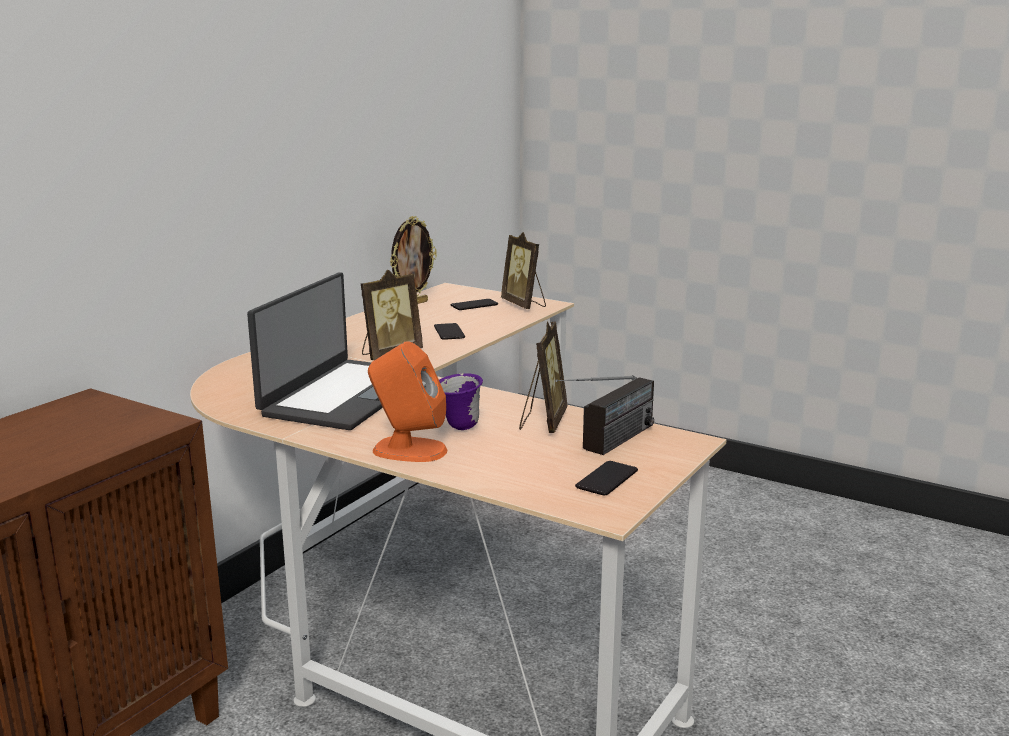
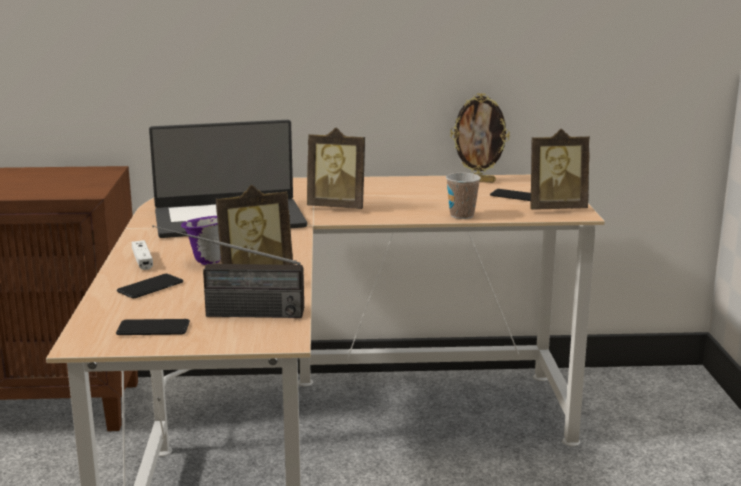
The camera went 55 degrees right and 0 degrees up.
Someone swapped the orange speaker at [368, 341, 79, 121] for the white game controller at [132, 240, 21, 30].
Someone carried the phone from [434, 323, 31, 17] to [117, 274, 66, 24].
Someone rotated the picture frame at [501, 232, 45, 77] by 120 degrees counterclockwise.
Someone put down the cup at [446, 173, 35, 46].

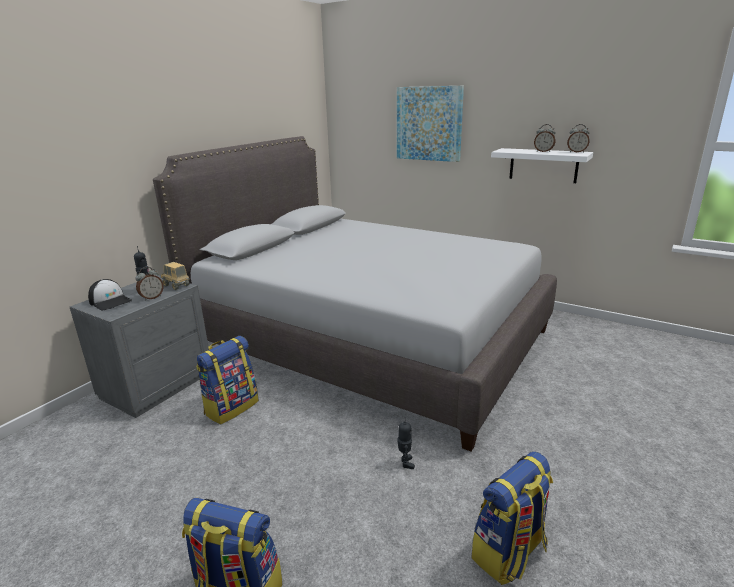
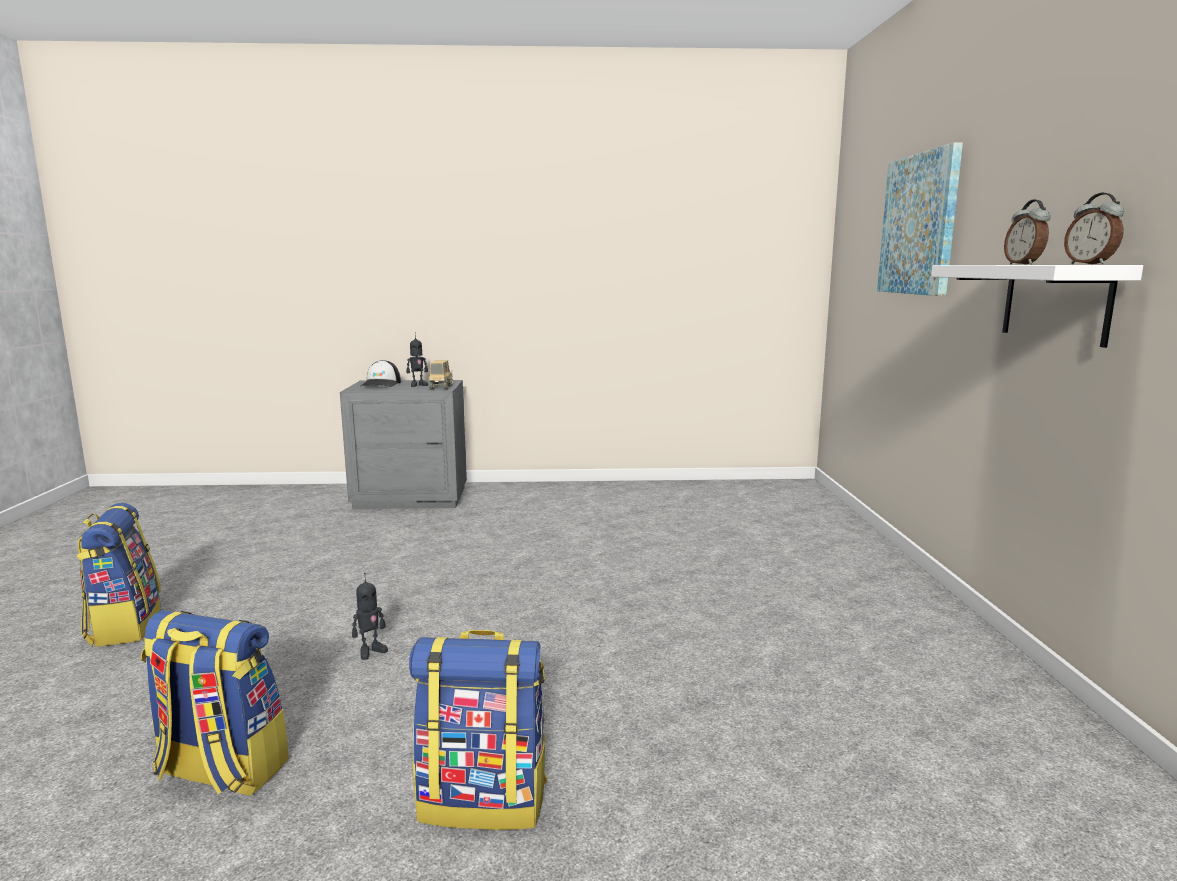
The camera went 55 degrees right and 10 degrees down.
Someone took away the alarm clock at [136, 267, 28, 34].
Someone took away the grey bed at [153, 136, 404, 315].
Someone carried the backpack from [196, 336, 63, 88] to [409, 630, 138, 200].

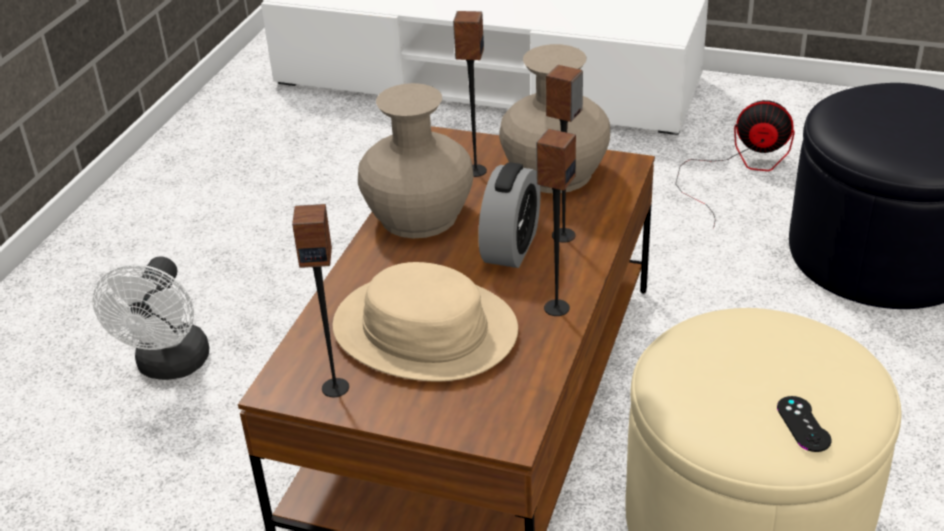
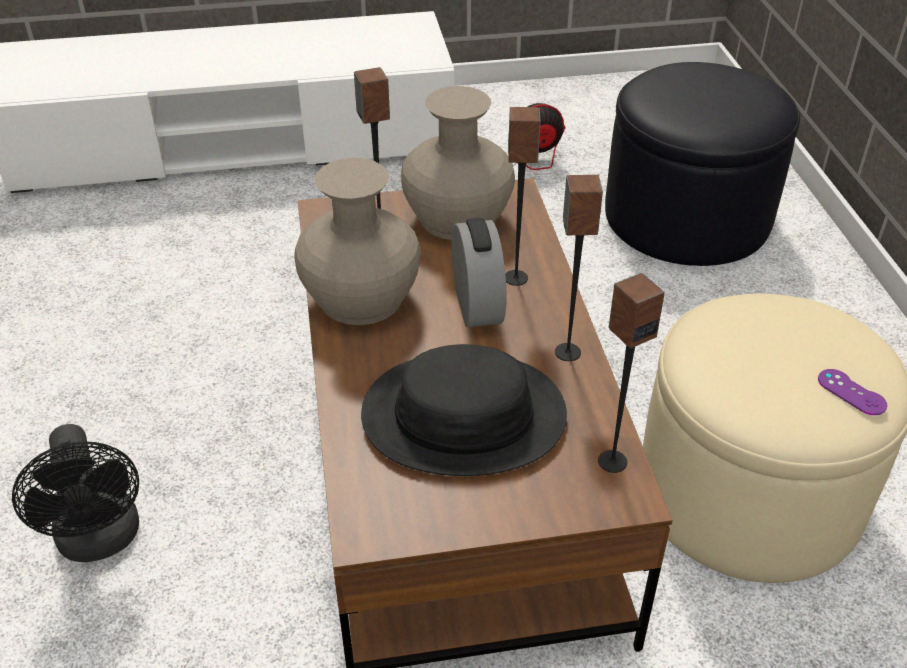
The camera went 30 degrees left and 5 degrees up.
Someone repainted the white fan at [92, 257, 117, 123], which became the black fan at [12, 424, 127, 138].
Someone carried the speaker from [292, 204, 57, 193] to [598, 273, 67, 200].
Someone repainted the beige hat at [333, 262, 185, 119], which became the black hat at [361, 344, 206, 132].
Someone repainted the black game controller at [777, 396, 55, 56], which became the purple game controller at [818, 369, 69, 46].

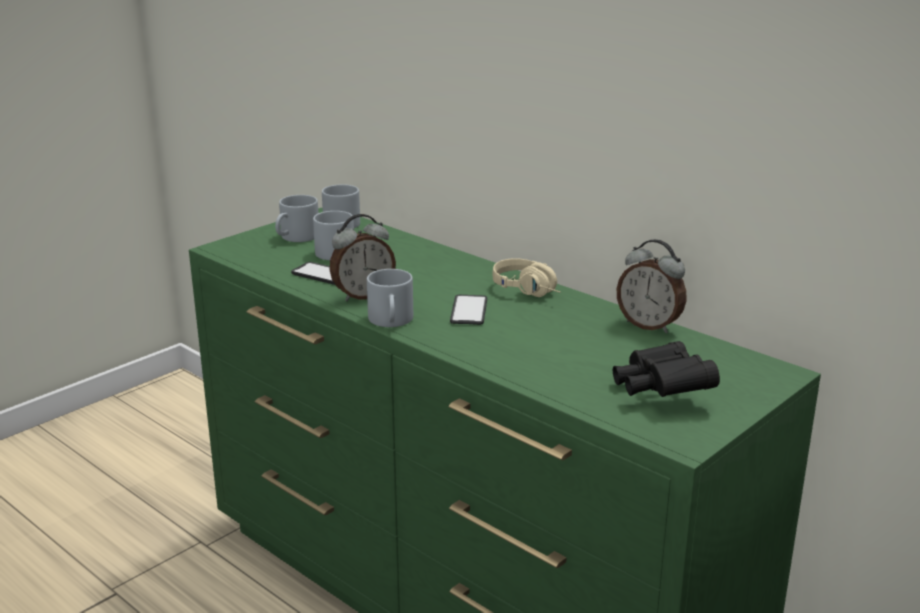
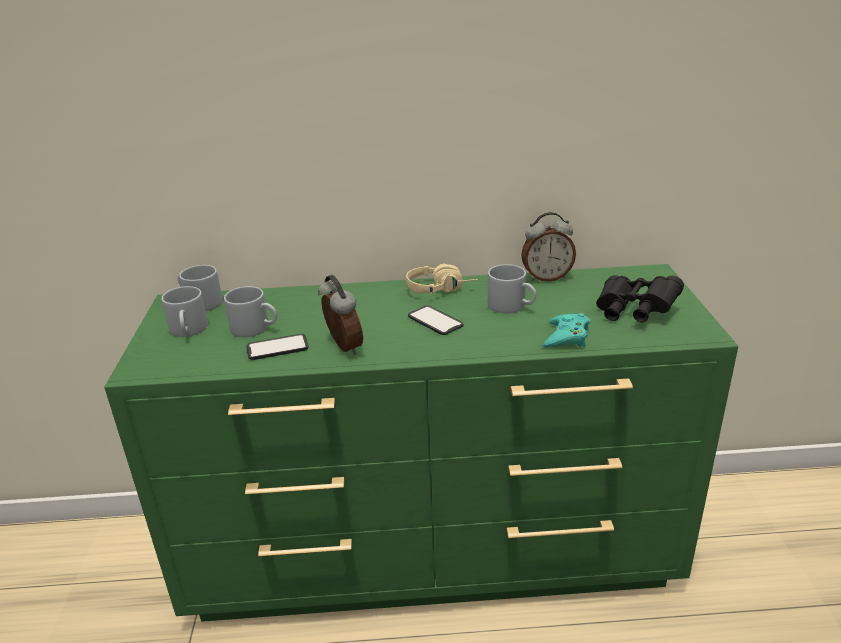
The camera went 45 degrees left and 5 degrees up.
Someone rotated the alarm clock at [330, 214, 66, 87] by 45 degrees counterclockwise.
Someone carried the grey mug from [367, 269, 46, 58] to [488, 264, 48, 50].
Someone put down the turquoise game controller at [543, 313, 47, 35].

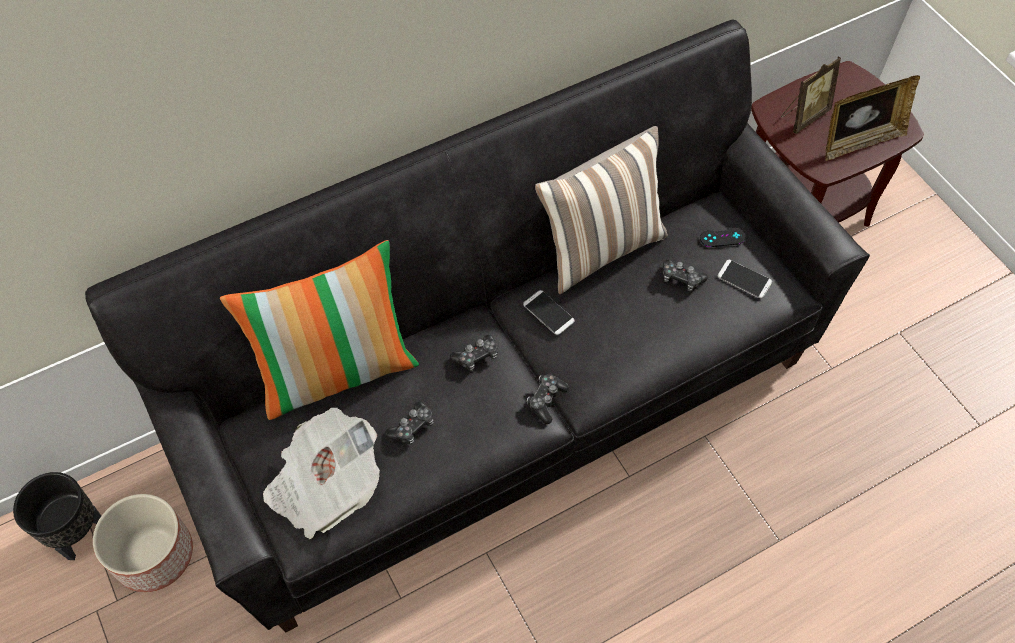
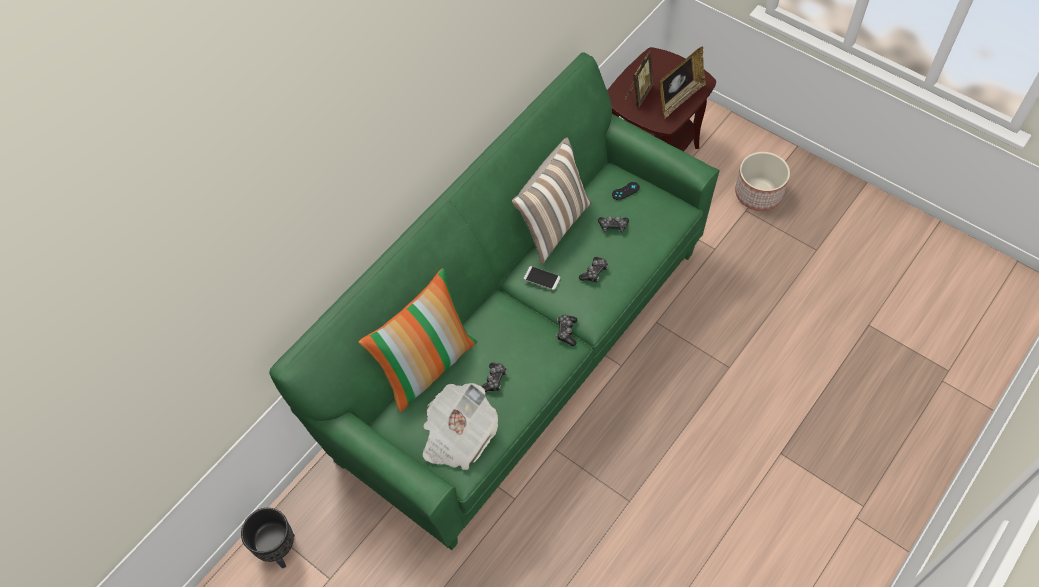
The camera went 20 degrees left and 0 degrees up.
Someone repainted the black sofa at [85, 19, 785, 613], which became the green sofa at [269, 52, 450, 498].
Someone carried the planter from [93, 494, 100, 98] to [735, 152, 55, 59].
Someone carried the game controller from [450, 334, 47, 37] to [579, 257, 29, 25].
Someone took away the phone at [718, 260, 54, 38].

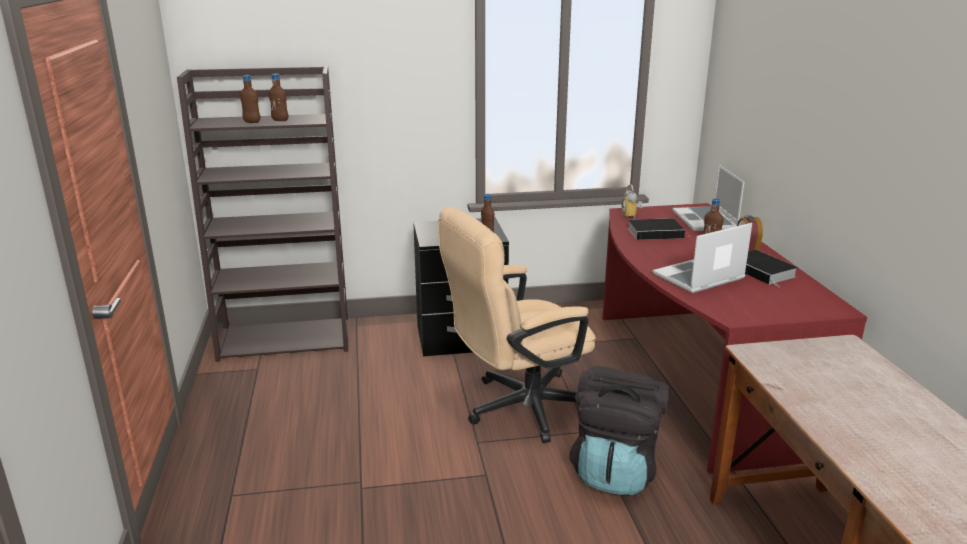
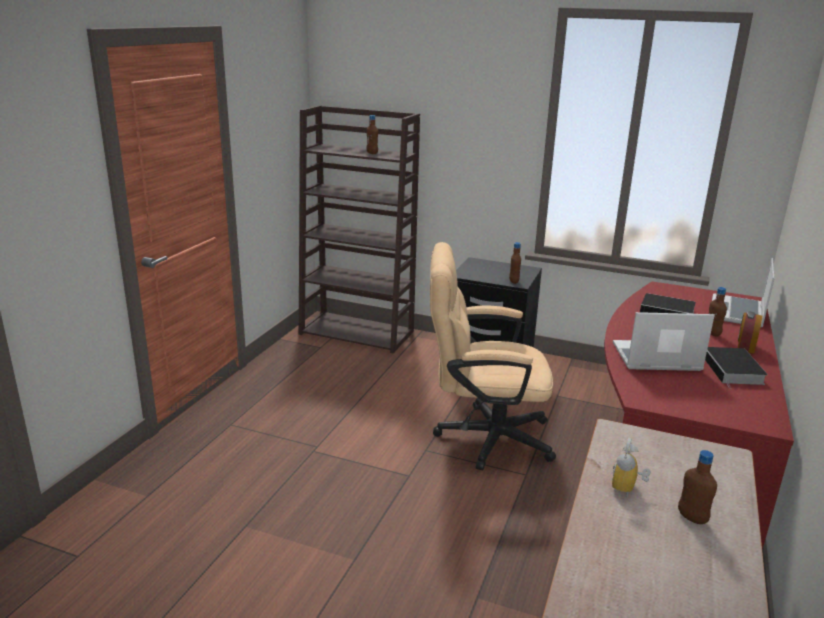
The camera went 30 degrees right and 0 degrees up.
Someone carried the brown bottle from [240, 75, 20, 48] to [678, 450, 39, 74].
Someone took away the black backpack at [569, 366, 101, 129].
Someone carried the alarm clock from [621, 184, 21, 35] to [612, 438, 39, 59].

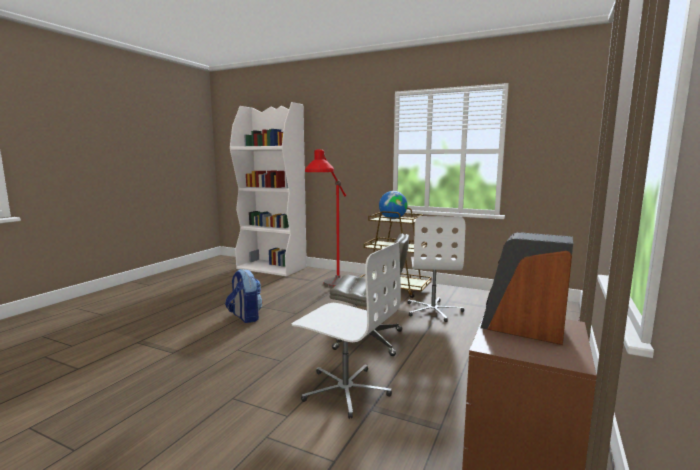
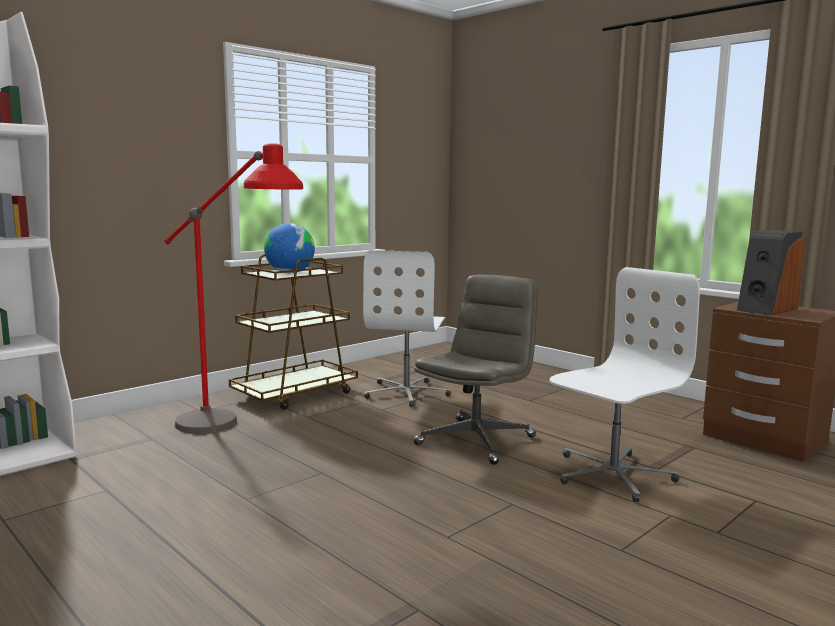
The camera went 70 degrees left and 0 degrees up.
Someone took away the backpack at [225, 269, 37, 54].
Someone rotated the white office chair at [407, 216, 58, 106] by 75 degrees clockwise.

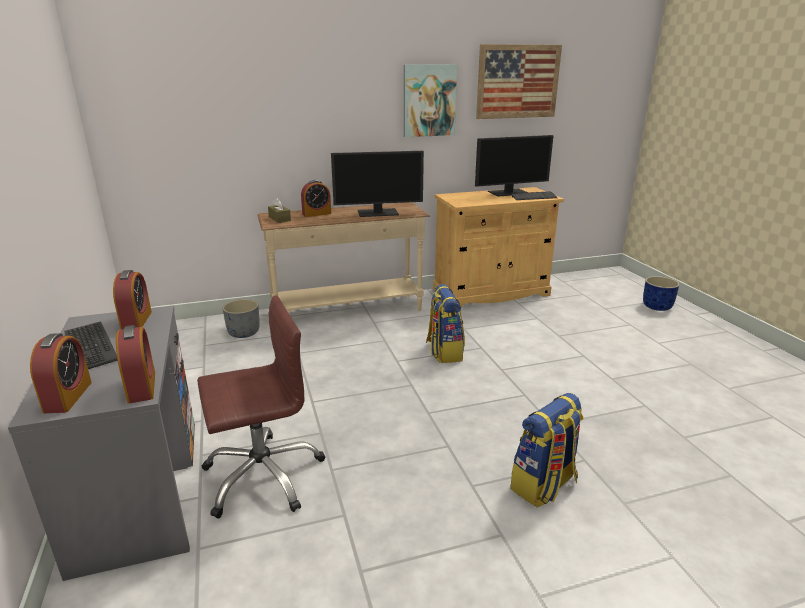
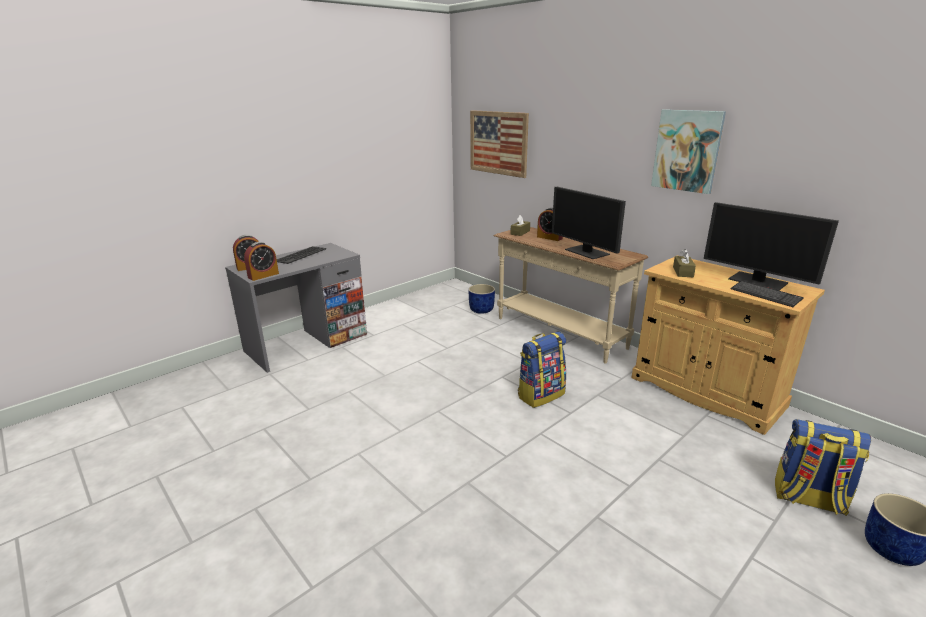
The camera went 65 degrees right and 0 degrees up.
Someone took away the alarm clock at [113, 270, 39, 60].
Someone took away the brown office chair at [197, 295, 128, 224].
Someone repainted the grey planter at [223, 299, 37, 39], which became the blue planter at [468, 284, 27, 30].
Someone carried the picture from [476, 44, 86, 75] to [470, 110, 59, 68].
Someone carried the backpack from [510, 393, 74, 114] to [775, 419, 96, 97].
Someone put down the brown tissue box at [673, 249, 23, 28].

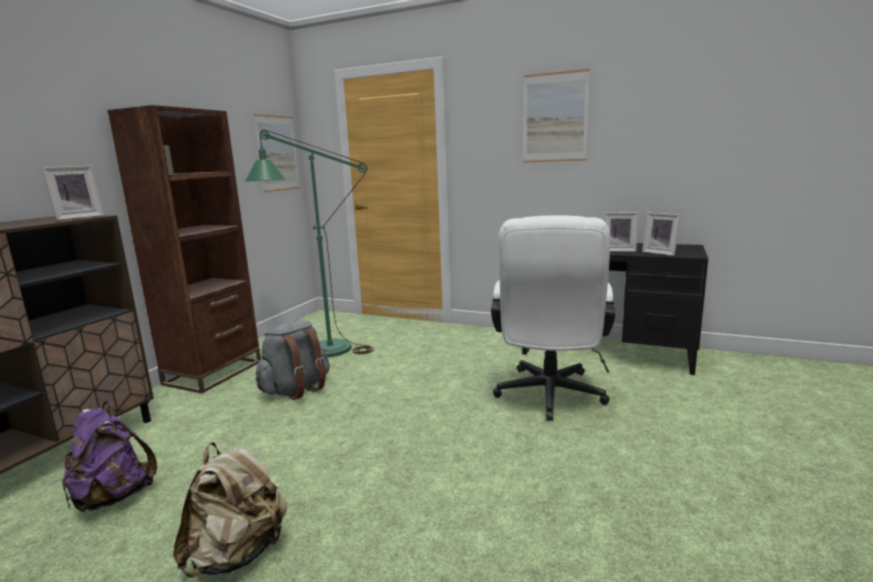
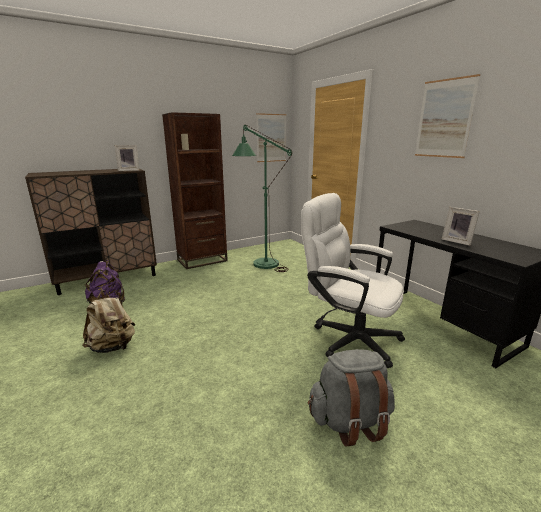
The camera went 35 degrees right and 5 degrees up.
Someone carried the grey backpack from [255, 321, 75, 79] to [308, 349, 87, 98].
Someone rotated the white office chair at [491, 215, 124, 206] by 75 degrees clockwise.
Someone took away the picture frame at [642, 213, 39, 43].

